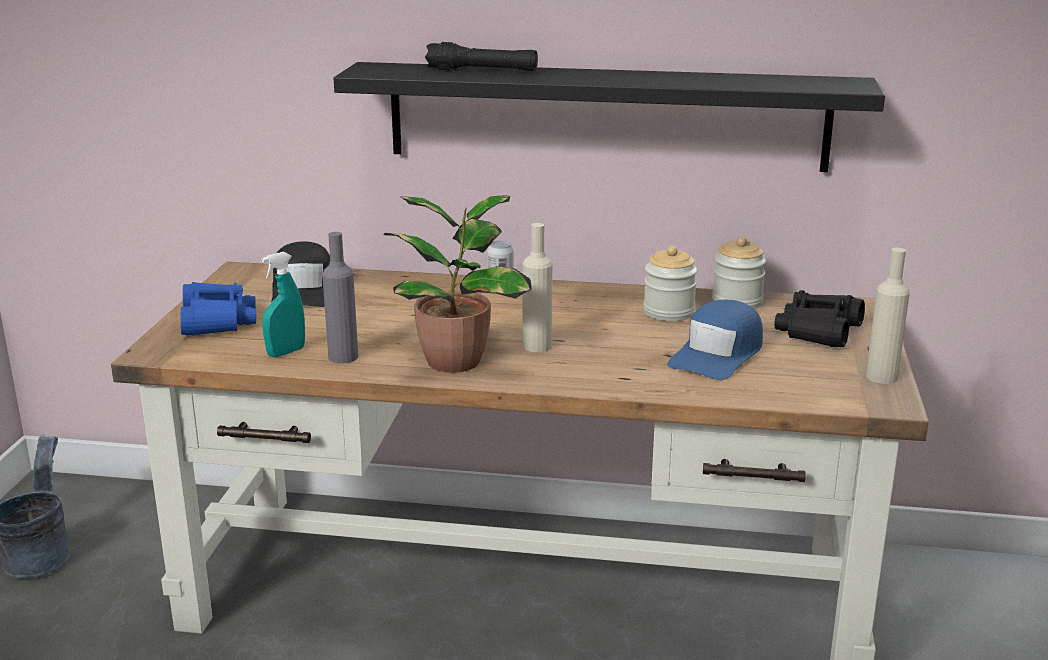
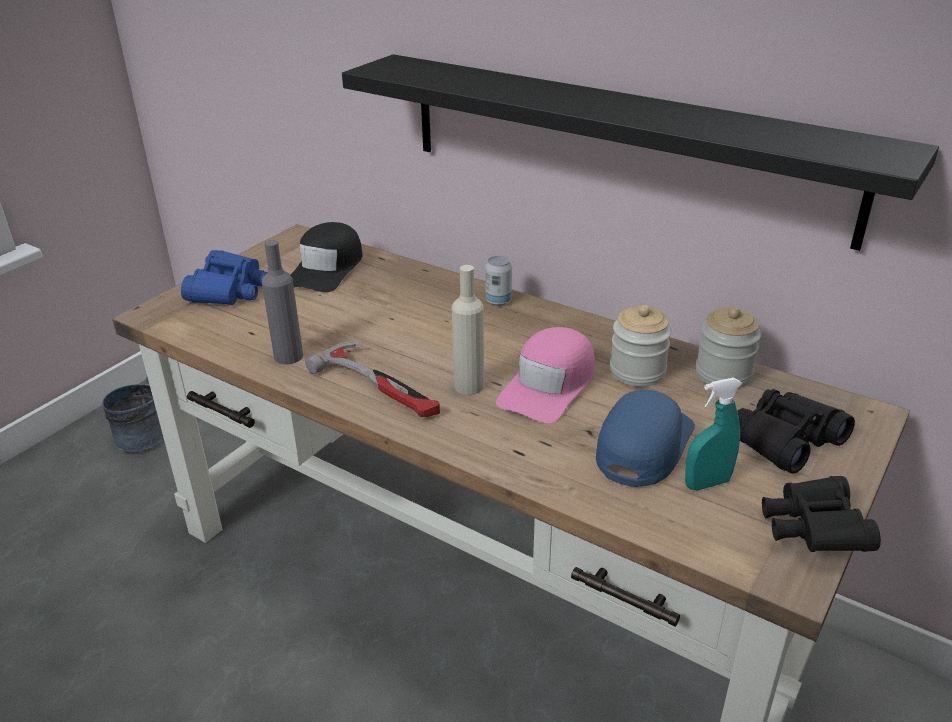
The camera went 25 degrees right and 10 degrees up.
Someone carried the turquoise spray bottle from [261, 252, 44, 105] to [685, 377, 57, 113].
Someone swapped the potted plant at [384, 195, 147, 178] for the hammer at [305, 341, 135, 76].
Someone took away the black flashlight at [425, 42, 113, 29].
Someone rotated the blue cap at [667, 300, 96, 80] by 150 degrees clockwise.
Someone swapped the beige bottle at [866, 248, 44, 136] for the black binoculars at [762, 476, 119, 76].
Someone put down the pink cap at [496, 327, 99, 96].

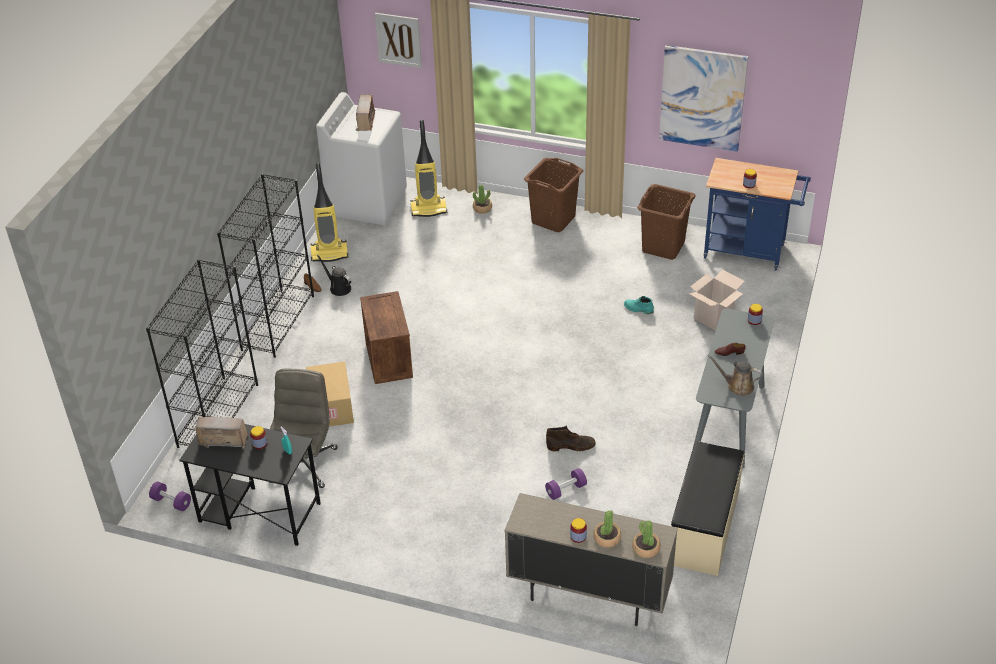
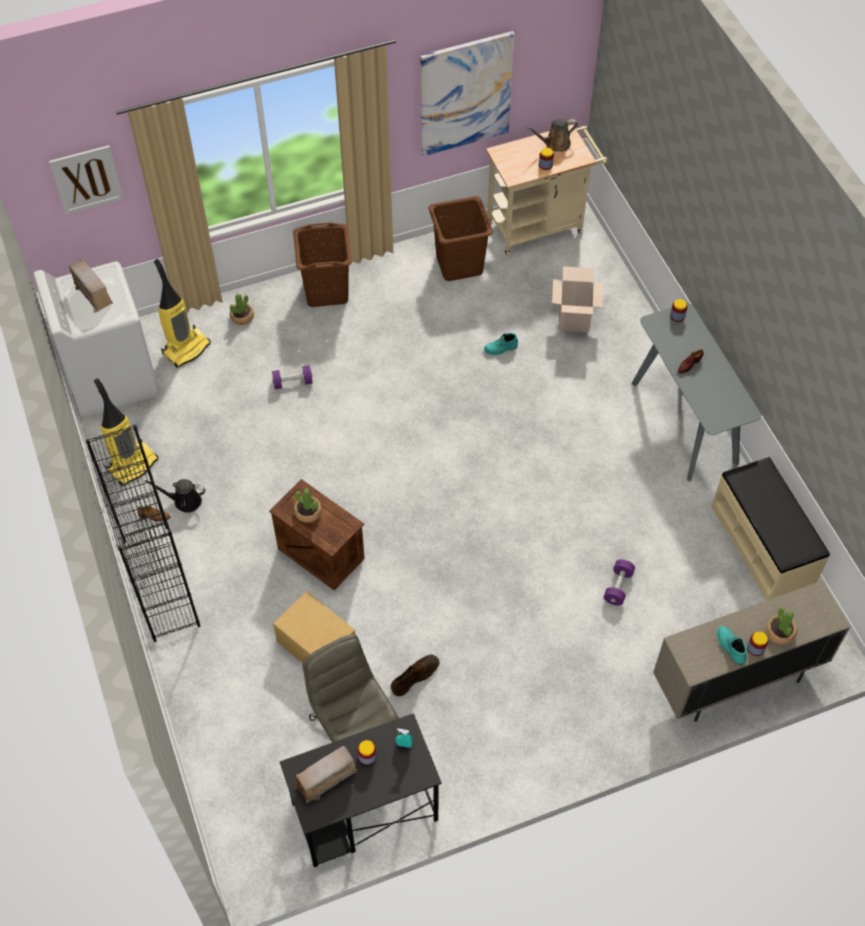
The camera went 40 degrees left and 15 degrees up.
Someone took away the black bookcase at [146, 259, 112, 189].
Someone carried the purple dumbbell from [149, 481, 42, 30] to [272, 365, 41, 24].
Someone carried the brown boot from [546, 426, 50, 25] to [391, 654, 48, 42].
Someone carried the potted plant from [632, 521, 28, 37] to [294, 489, 28, 34].
Someone repainted the blue cart at [704, 158, 107, 113], which became the beige cart at [486, 125, 121, 131].
Someone carried the brown watering can from [707, 355, 56, 41] to [527, 119, 51, 33].
Someone put down the turquoise boot at [717, 626, 30, 39].

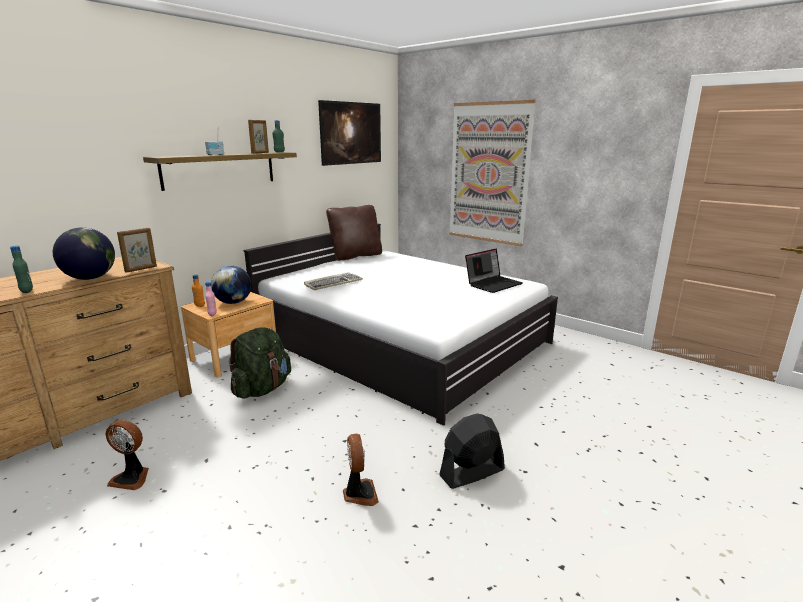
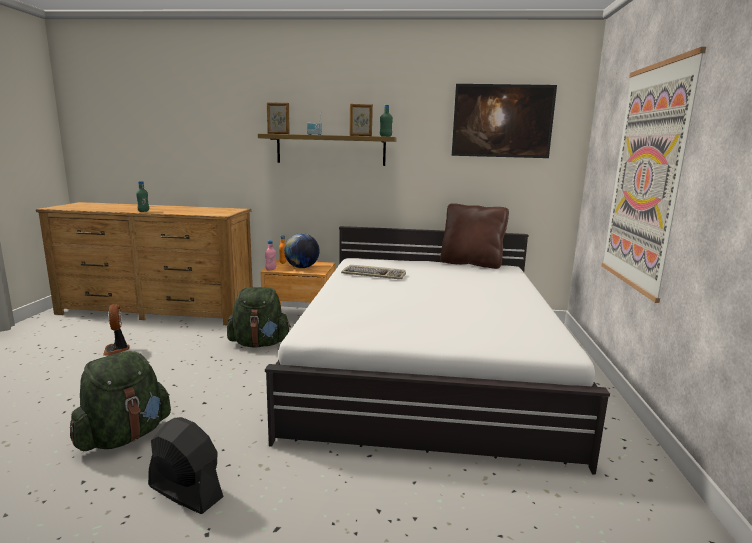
The camera went 55 degrees right and 5 degrees down.
Someone took away the globe at [53, 227, 62, 53].
Someone carried the picture frame from [117, 228, 40, 45] to [267, 102, 22, 32].
Someone swapped the fan at [343, 434, 36, 72] for the green backpack at [70, 351, 101, 100].
Someone took away the laptop at [465, 249, 58, 44].

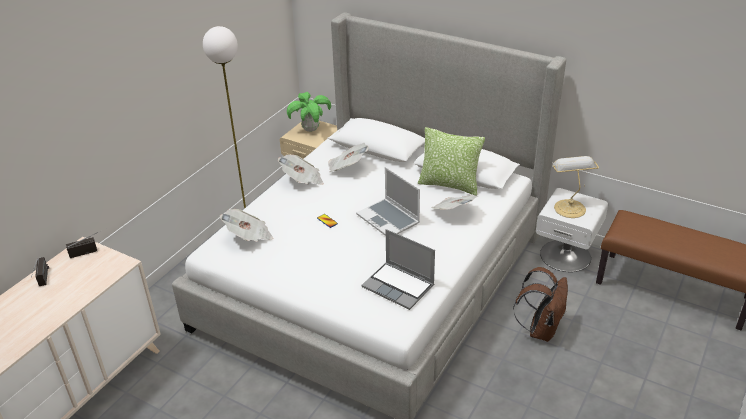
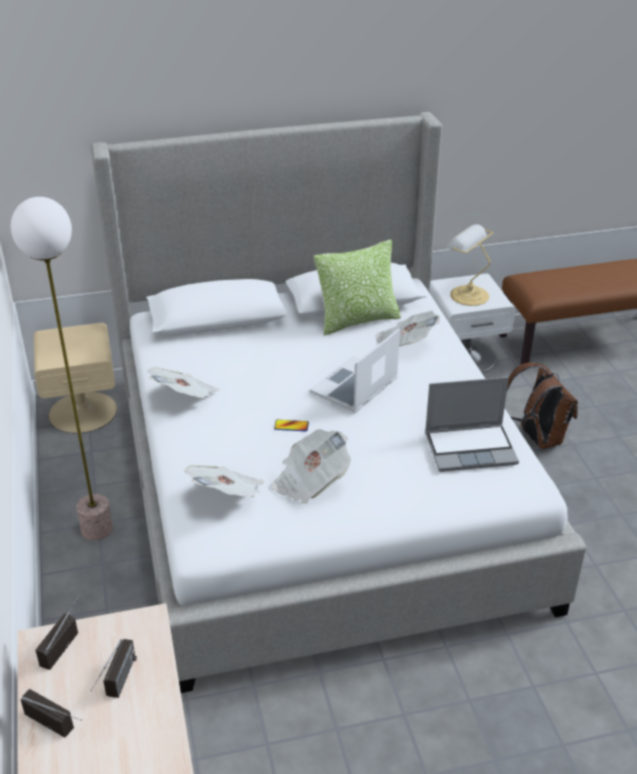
The camera went 45 degrees left and 0 degrees up.
Someone took away the potted plant at [287, 92, 44, 40].
Someone carried the newspaper from [328, 143, 40, 29] to [272, 429, 79, 75].
Someone rotated the laptop at [356, 167, 64, 69] by 120 degrees clockwise.
Someone put down the radio at [91, 639, 46, 59].

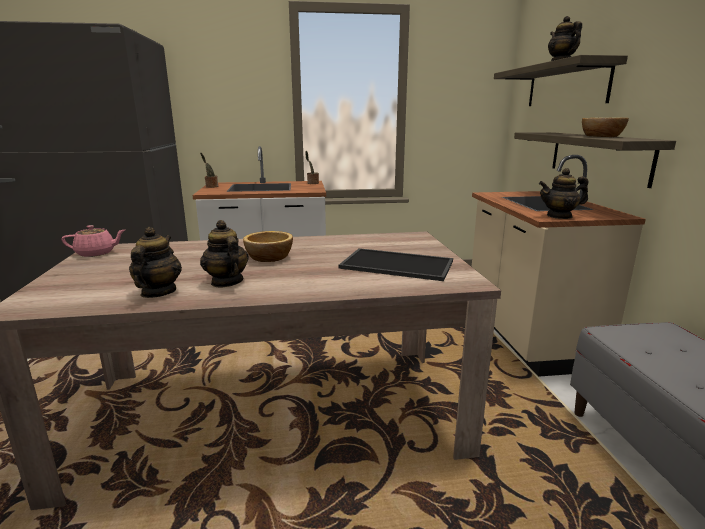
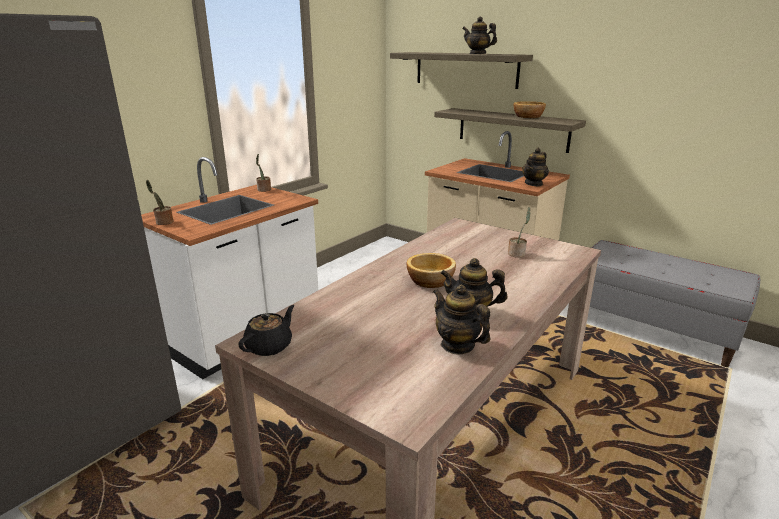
The camera went 45 degrees left and 5 degrees up.
Someone repainted the pink teapot at [61, 225, 64, 32], which became the black teapot at [238, 305, 56, 51].
Someone swapped the tray at [338, 248, 115, 33] for the potted plant at [508, 207, 23, 51].

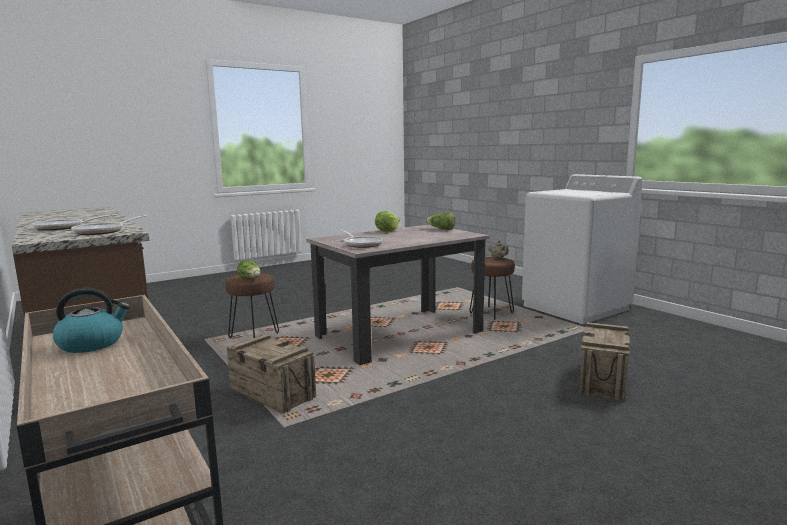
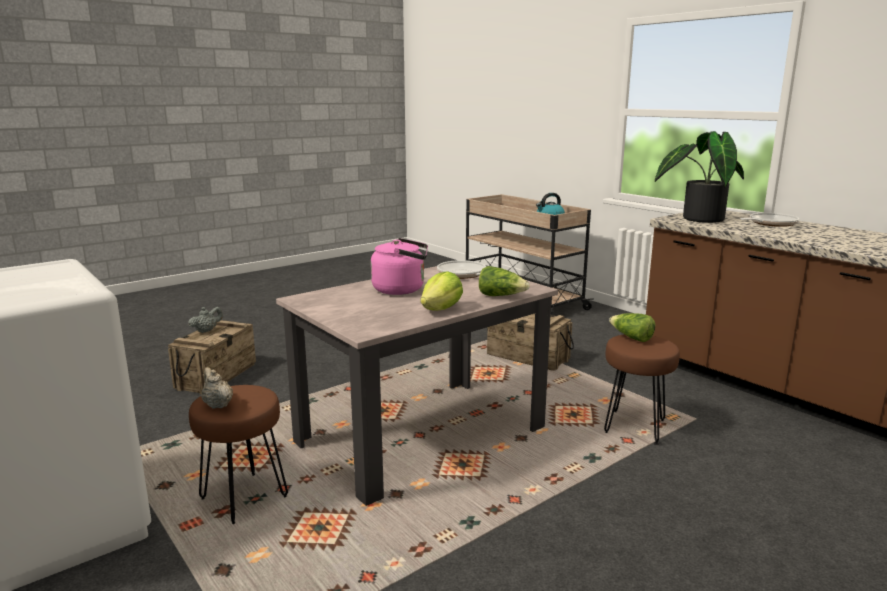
The camera went 175 degrees right and 5 degrees up.
Someone swapped the frying pan at [71, 215, 76, 20] for the potted plant at [655, 131, 89, 92].
Someone carried the lettuce from [426, 212, 29, 18] to [479, 266, 51, 30].
Someone put down the grey teapot at [188, 307, 35, 26].
Someone put down the pink kettle at [371, 238, 57, 57].

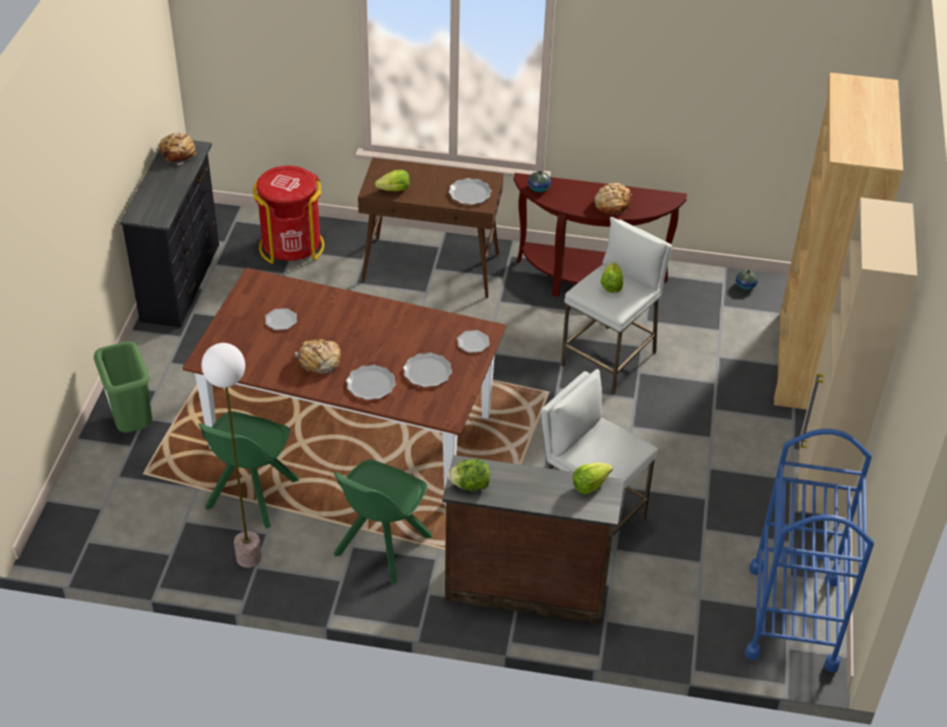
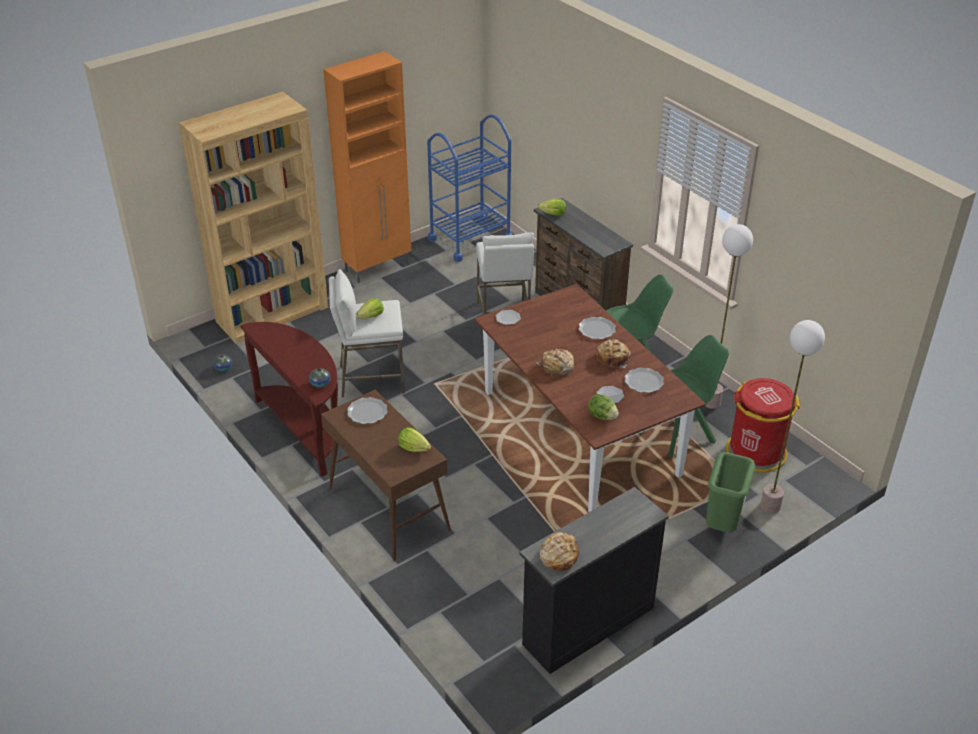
The camera went 135 degrees left and 5 degrees down.
Someone carried the red trash can from [253, 166, 71, 98] to [726, 378, 74, 94].
Someone carried the plate from [403, 353, 49, 34] to [625, 368, 39, 25].
Someone carried the lettuce from [448, 459, 42, 32] to [588, 394, 31, 26].
Someone carried the bread from [594, 183, 38, 32] to [536, 348, 38, 27].
Someone repainted the beige cabinet at [798, 197, 119, 329], which became the orange cabinet at [323, 51, 88, 232].
Someone put down the floor lamp at [761, 320, 64, 193].

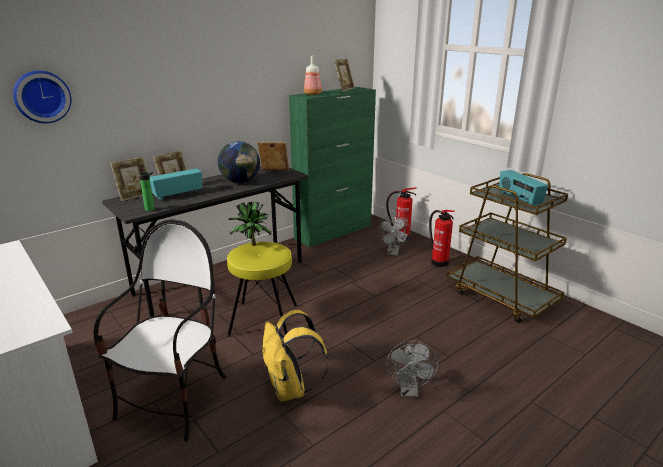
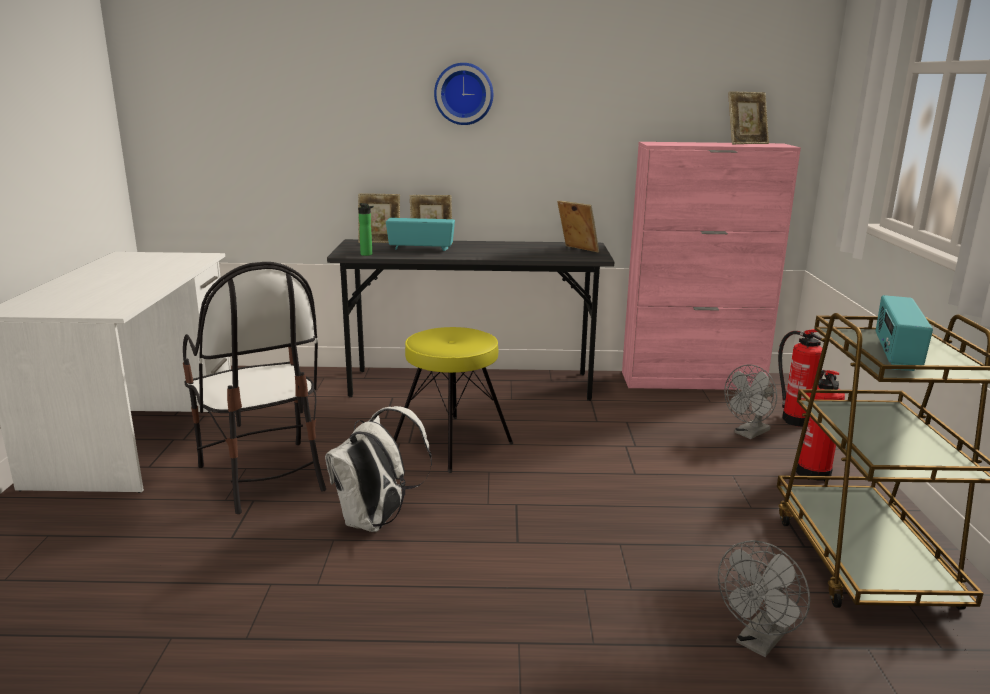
The camera went 40 degrees right and 5 degrees down.
Someone carried the wall clock from [13, 71, 58, 52] to [434, 63, 59, 62].
Someone rotated the chair at [94, 219, 133, 223] by 90 degrees clockwise.
Someone took away the globe at [218, 141, 42, 42].
Someone took away the potted plant at [229, 202, 43, 44].
Someone repainted the yellow backpack at [262, 310, 67, 92], which became the white backpack at [325, 406, 107, 126].
Someone repainted the green cabinet at [289, 87, 87, 160], which became the pink cabinet at [622, 142, 179, 248].
Someone took away the bottle at [304, 56, 18, 39].
Someone carried the grey fan from [386, 341, 52, 57] to [718, 540, 92, 117].

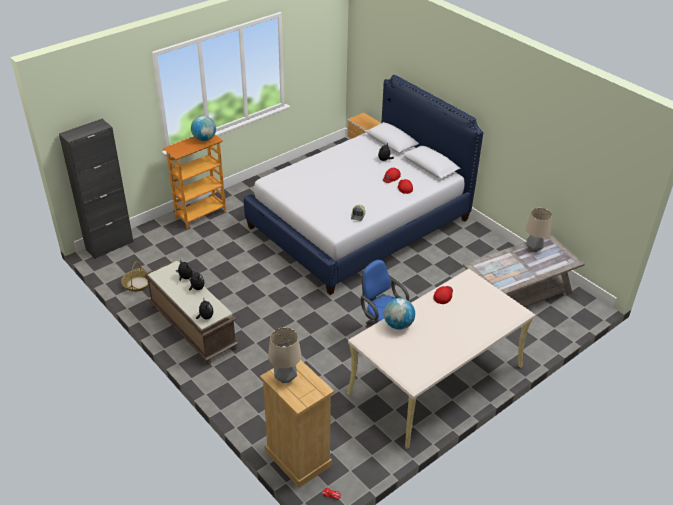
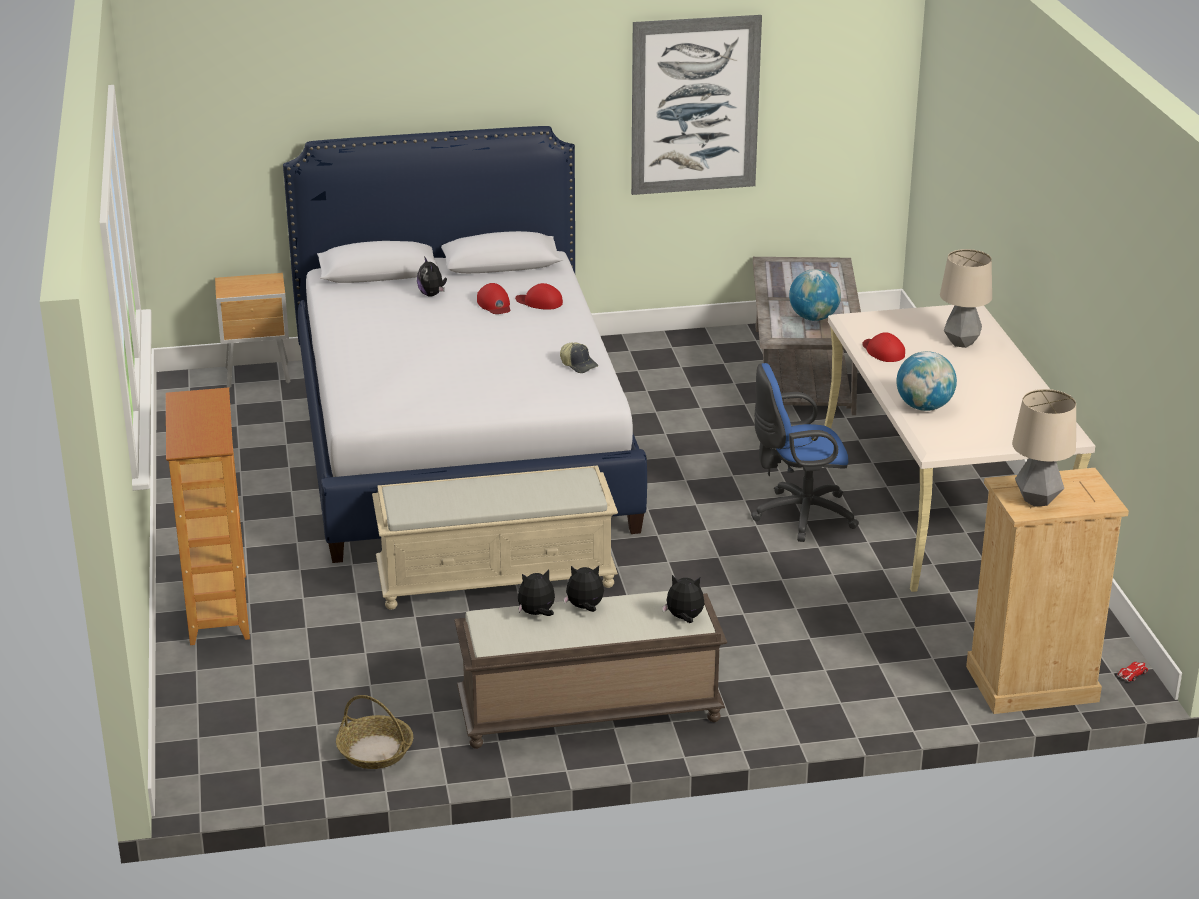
The camera went 60 degrees left and 10 degrees down.
Someone took away the black cabinet at [59, 119, 74, 140].
Someone carried the globe from [191, 116, 25, 25] to [789, 269, 52, 52].
Someone carried the table lamp from [526, 208, 26, 44] to [940, 249, 52, 99].
Someone put down the beige bench at [372, 465, 246, 145].
Someone put up the picture at [631, 15, 131, 180].

